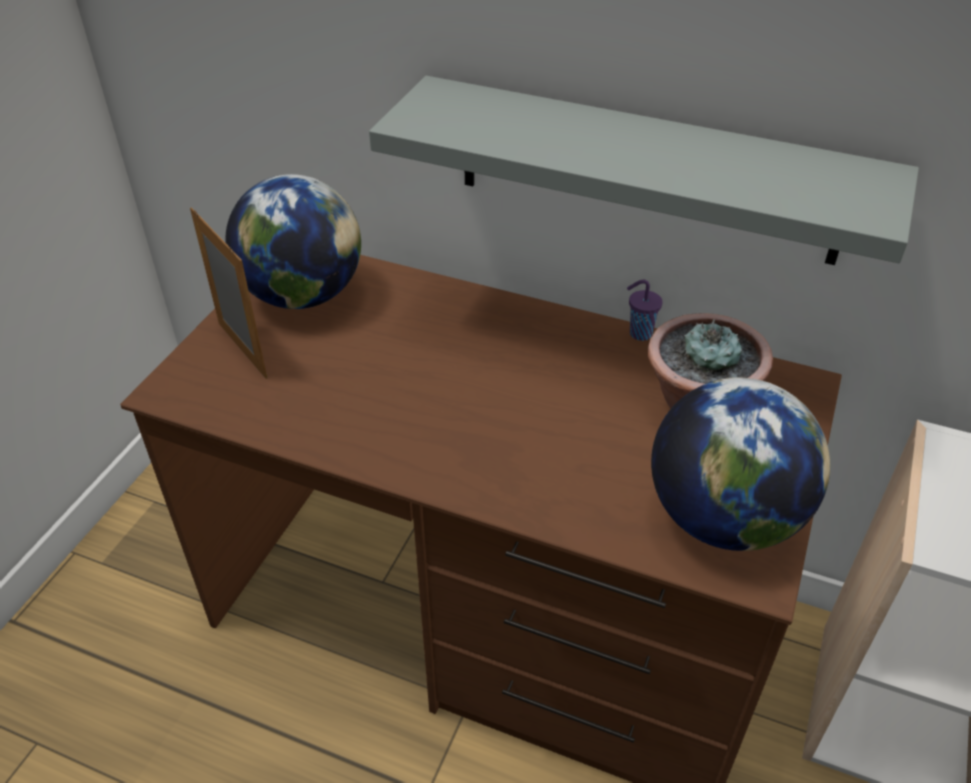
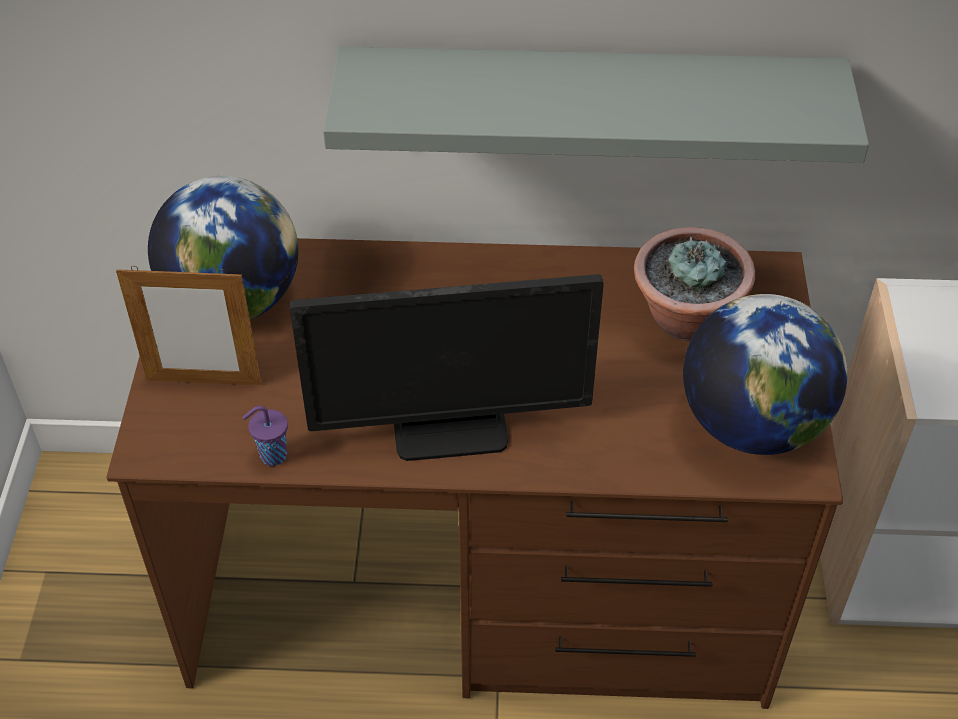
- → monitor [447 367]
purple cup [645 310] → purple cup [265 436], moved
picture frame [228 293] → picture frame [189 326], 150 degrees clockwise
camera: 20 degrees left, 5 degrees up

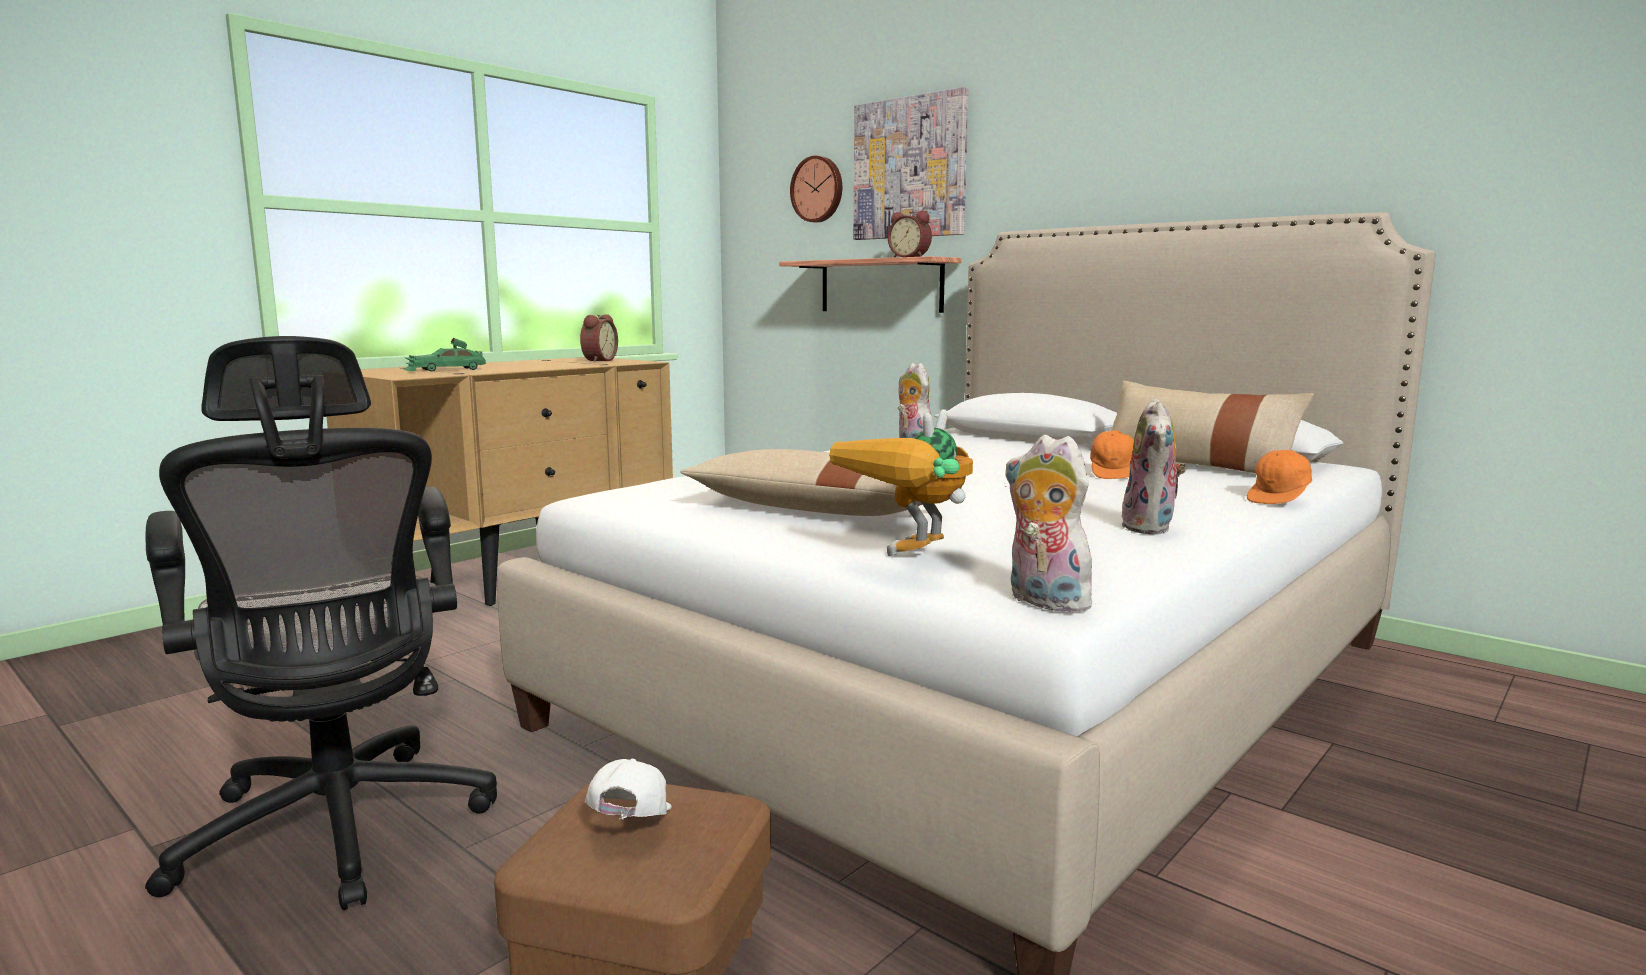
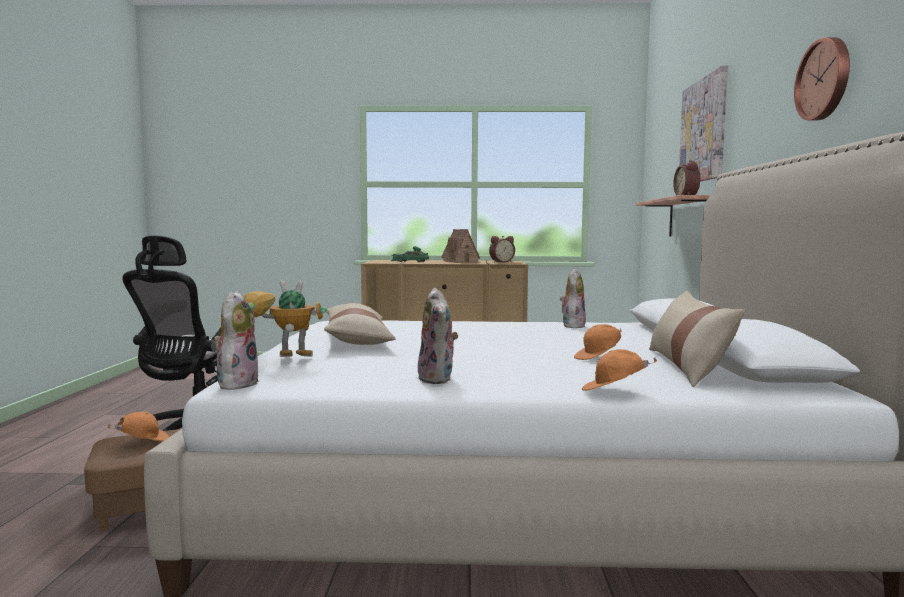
- → toy house [461 246]
wall clock [816 189] → wall clock [822 78], moved
white cap [628 789] → orange cap [138 426]
plush toy [1154 466] → plush toy [438 336], 75 degrees counterclockwise
camera: 50 degrees right, 5 degrees down

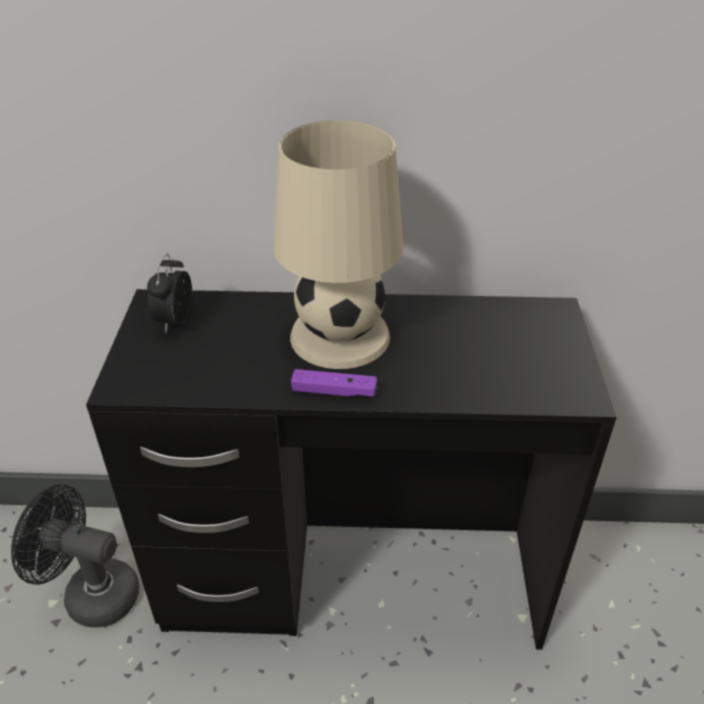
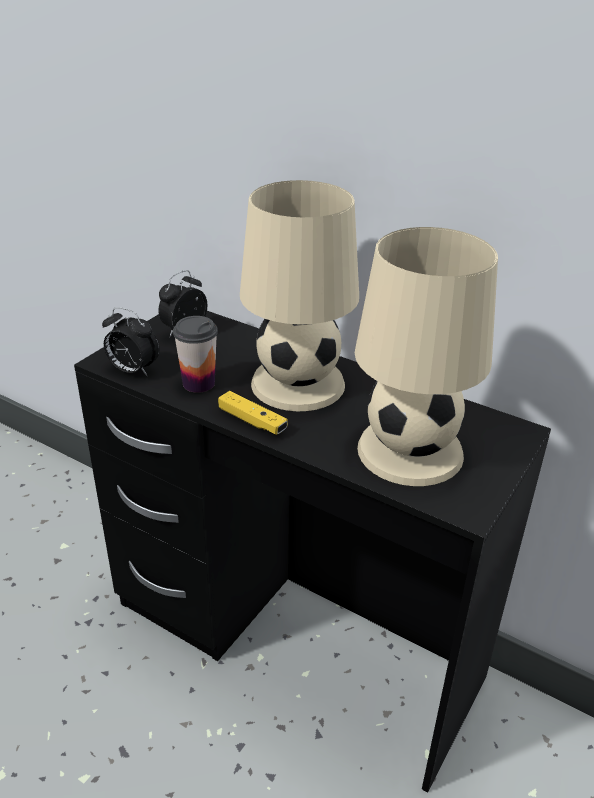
black fan [75 556] → -
- → alarm clock [130 341]
- → cup [195 354]
- → beige table lamp [426 356]
purple game controller [334 383] → yellow game controller [253 413]
camera: 30 degrees right, 5 degrees down

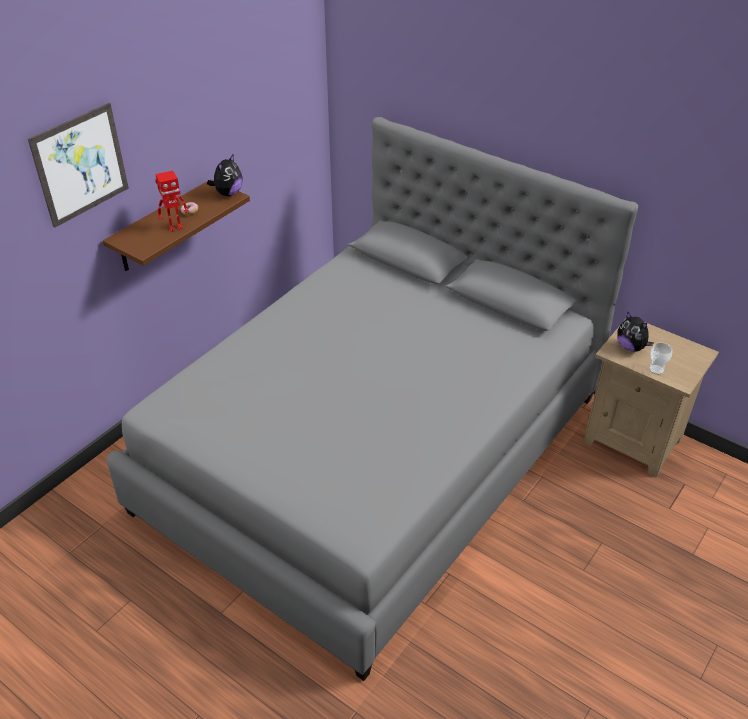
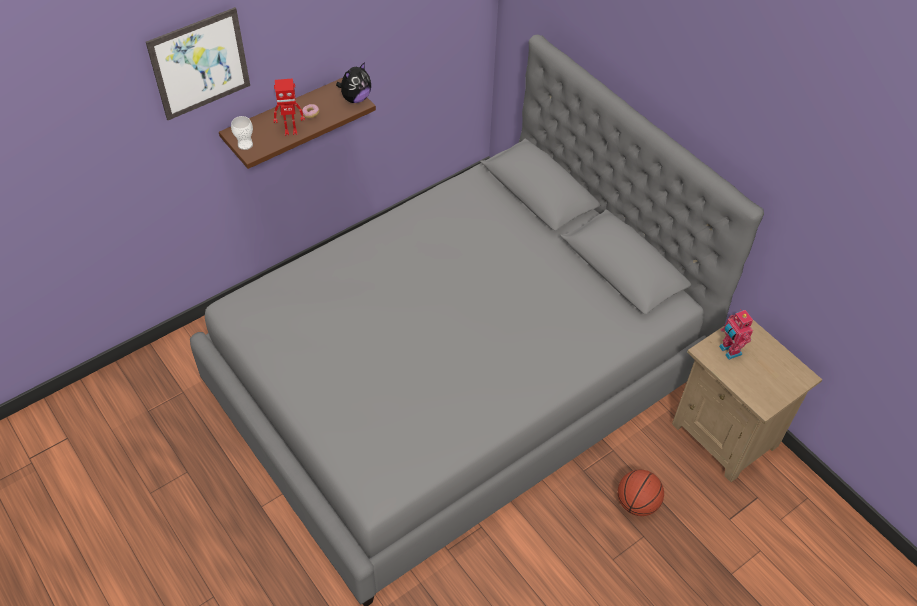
- → basketball [641 492]
cup [660 359] → cup [242 133], moved
plush toy [636 331] → toy robot [736 334]
camera: 15 degrees right, 10 degrees up

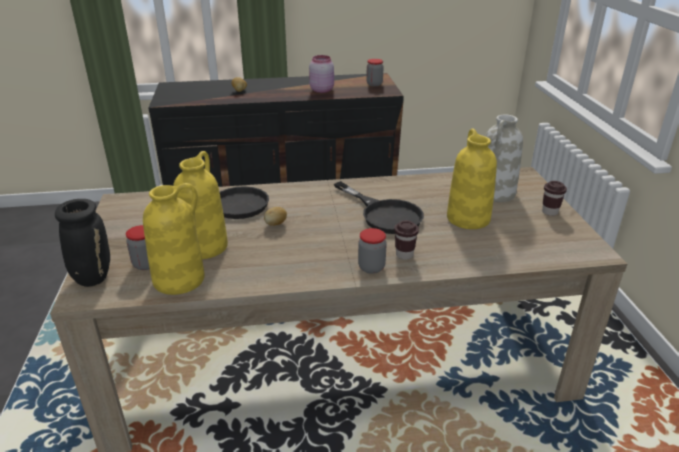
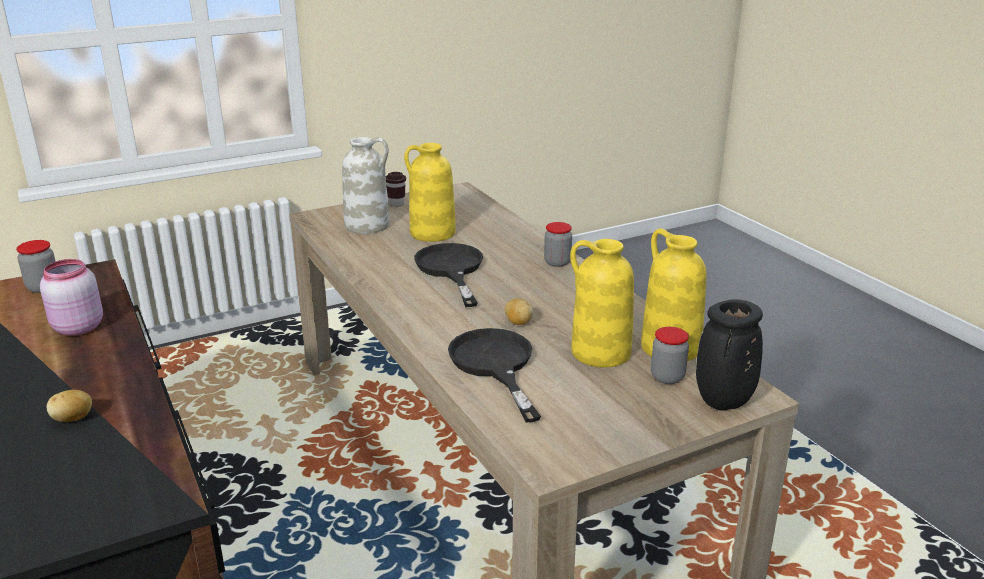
brown cup [406 240] → -
black frying pan [379 207] → black frying pan [448 275], 45 degrees counterclockwise
camera: 110 degrees left, 5 degrees down

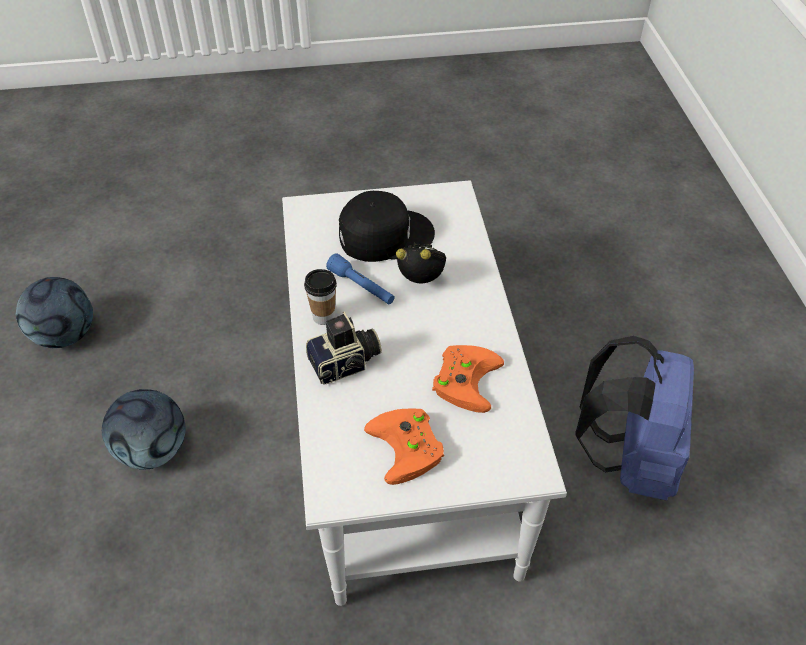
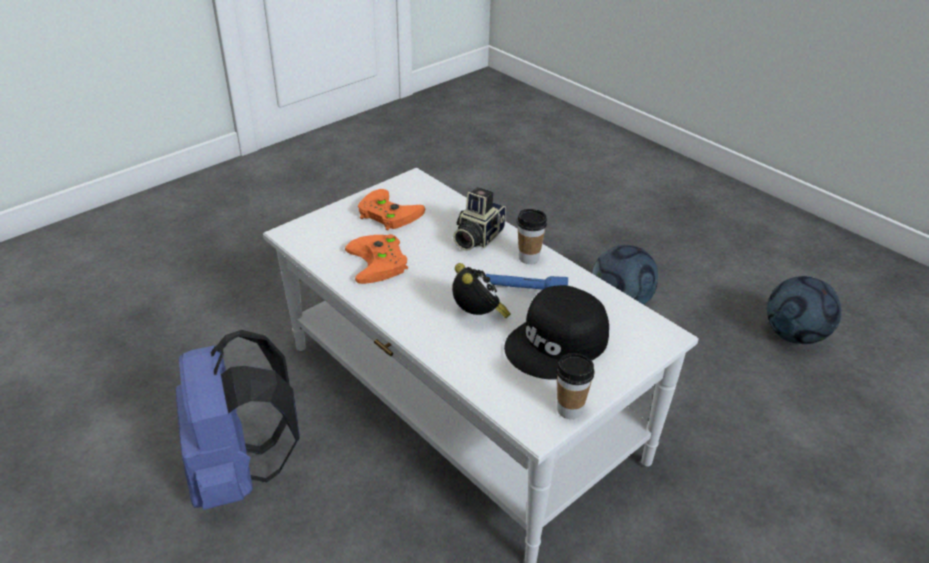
- → cup [576 386]
alarm clock [421 263] → alarm clock [481 290], 90 degrees counterclockwise
camera: 145 degrees right, 10 degrees down

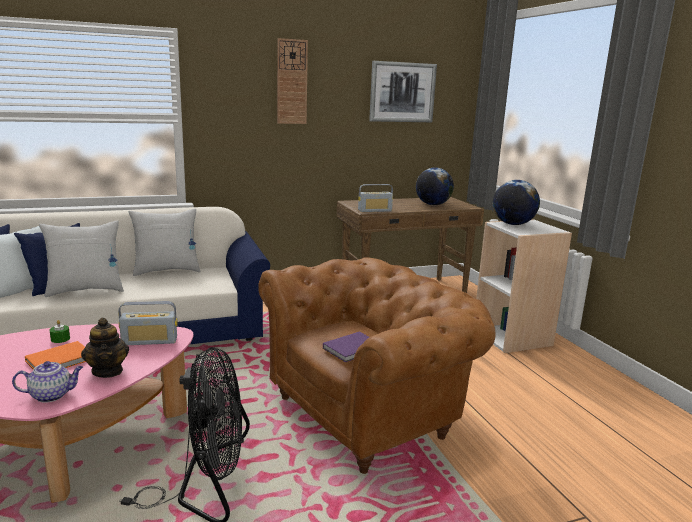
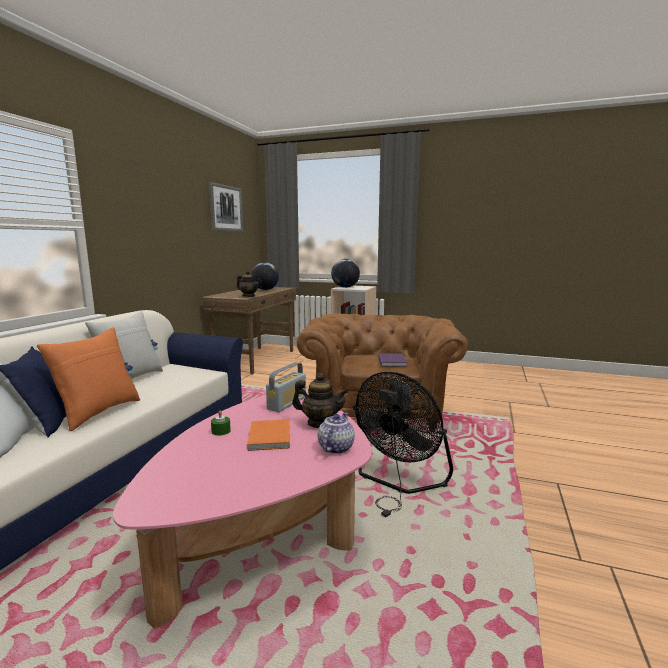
wall clock [292 81] → -
radio [375 198] → teapot [248 284]
grey pillow [81 259] → orange pillow [88 379]
camera: 50 degrees left, 5 degrees down

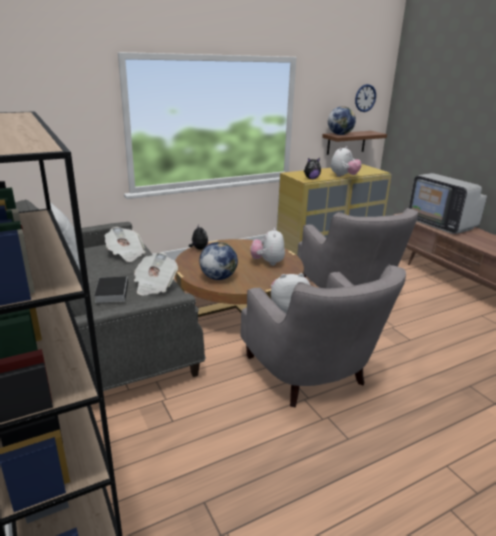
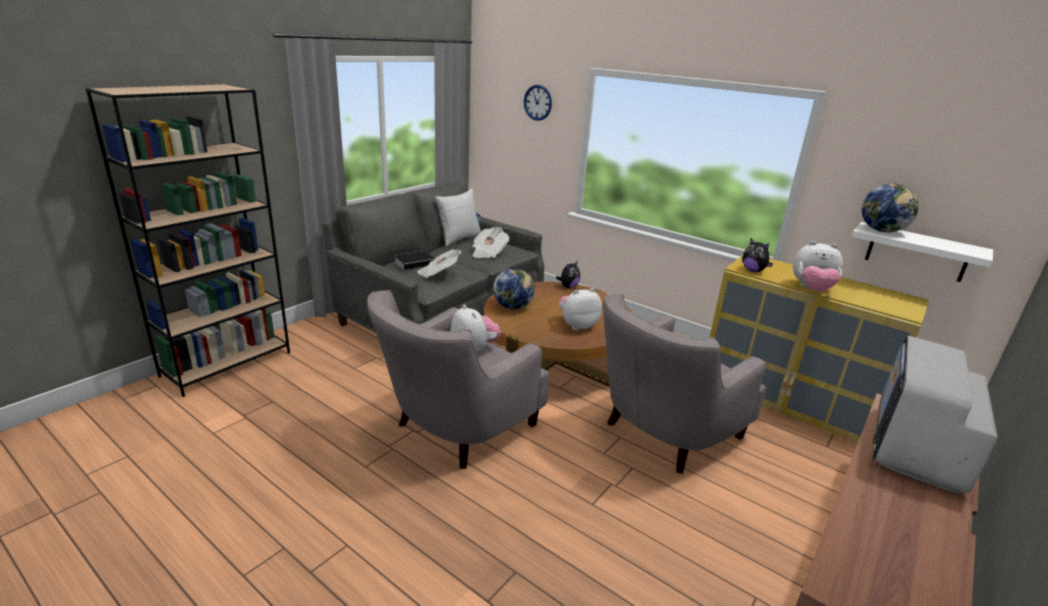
wall clock [365 98] → wall clock [538 103], moved
brown shelf [354 143] → white shelf [922 252]
camera: 65 degrees right, 0 degrees up

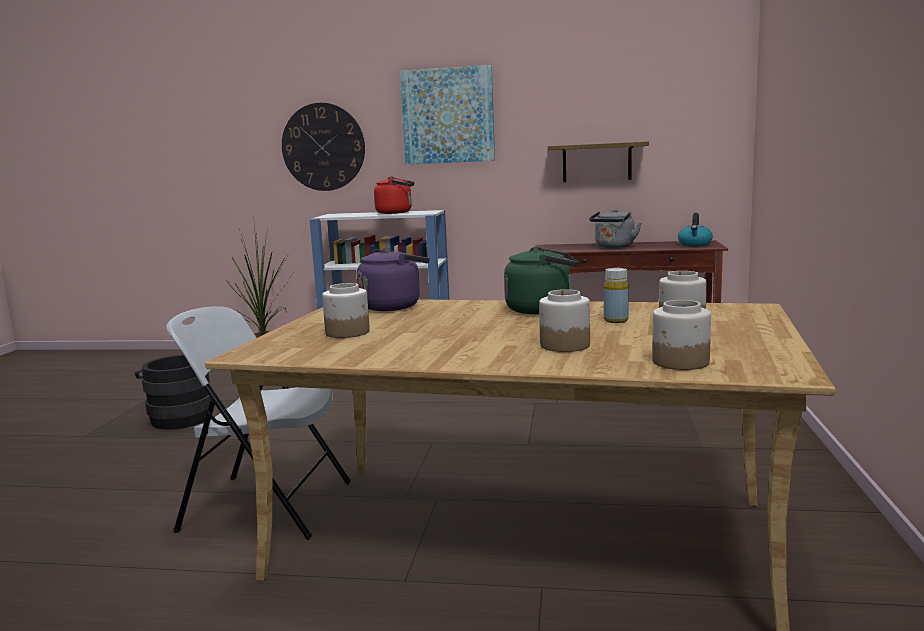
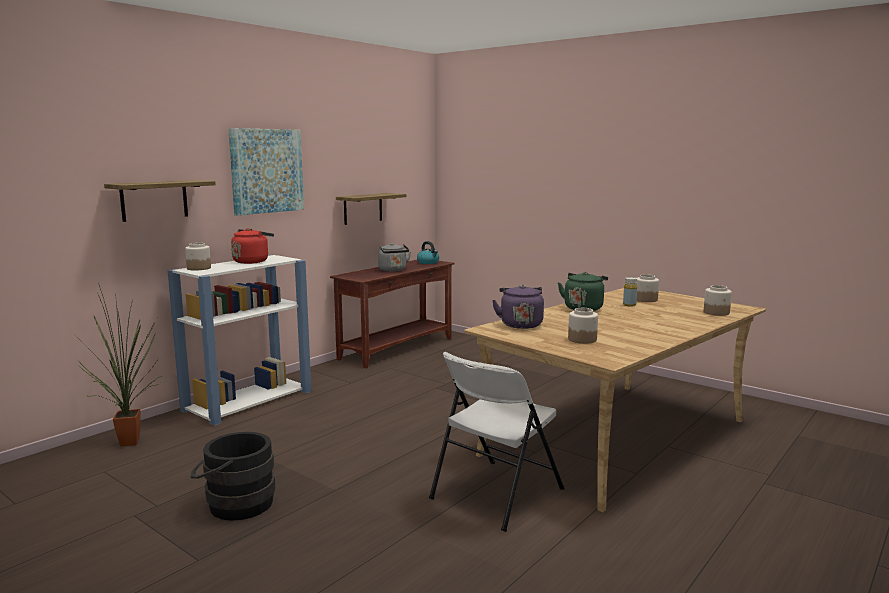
jar [564 320] → jar [198 256], moved
wall clock [323 147] → shelf [160 201]
camera: 60 degrees left, 0 degrees up

